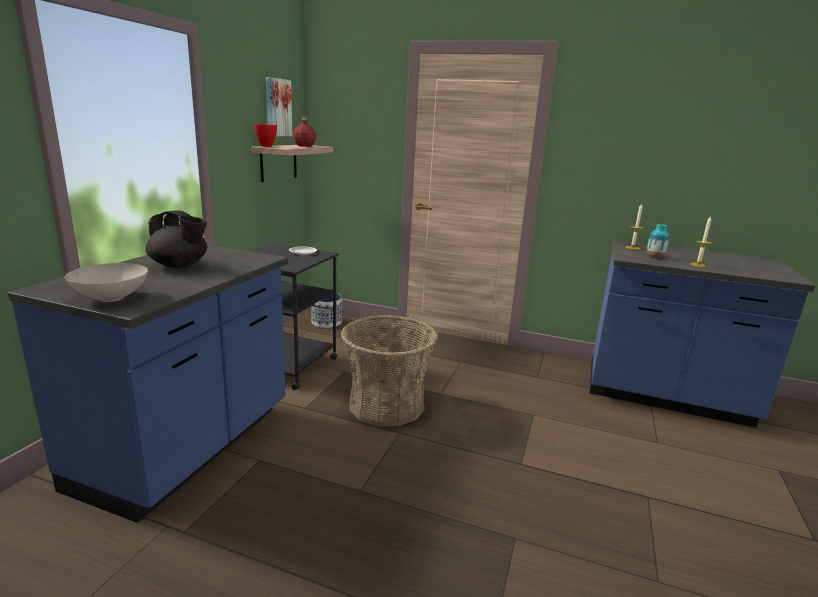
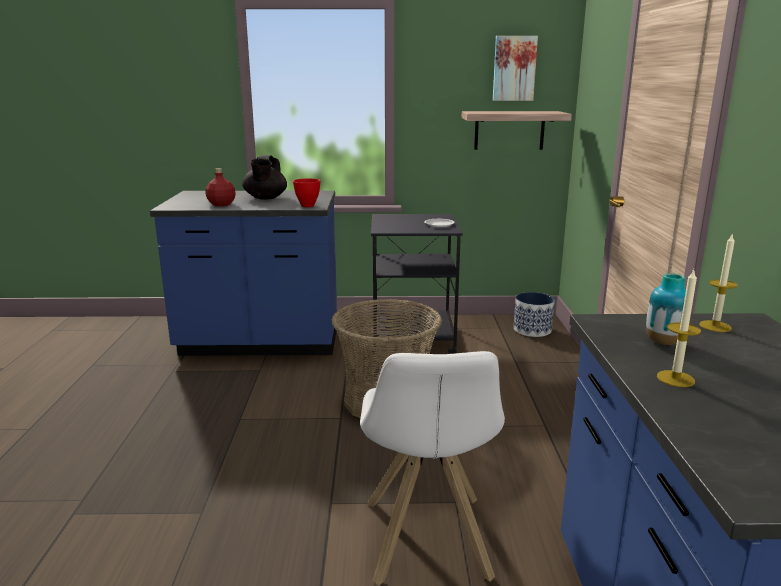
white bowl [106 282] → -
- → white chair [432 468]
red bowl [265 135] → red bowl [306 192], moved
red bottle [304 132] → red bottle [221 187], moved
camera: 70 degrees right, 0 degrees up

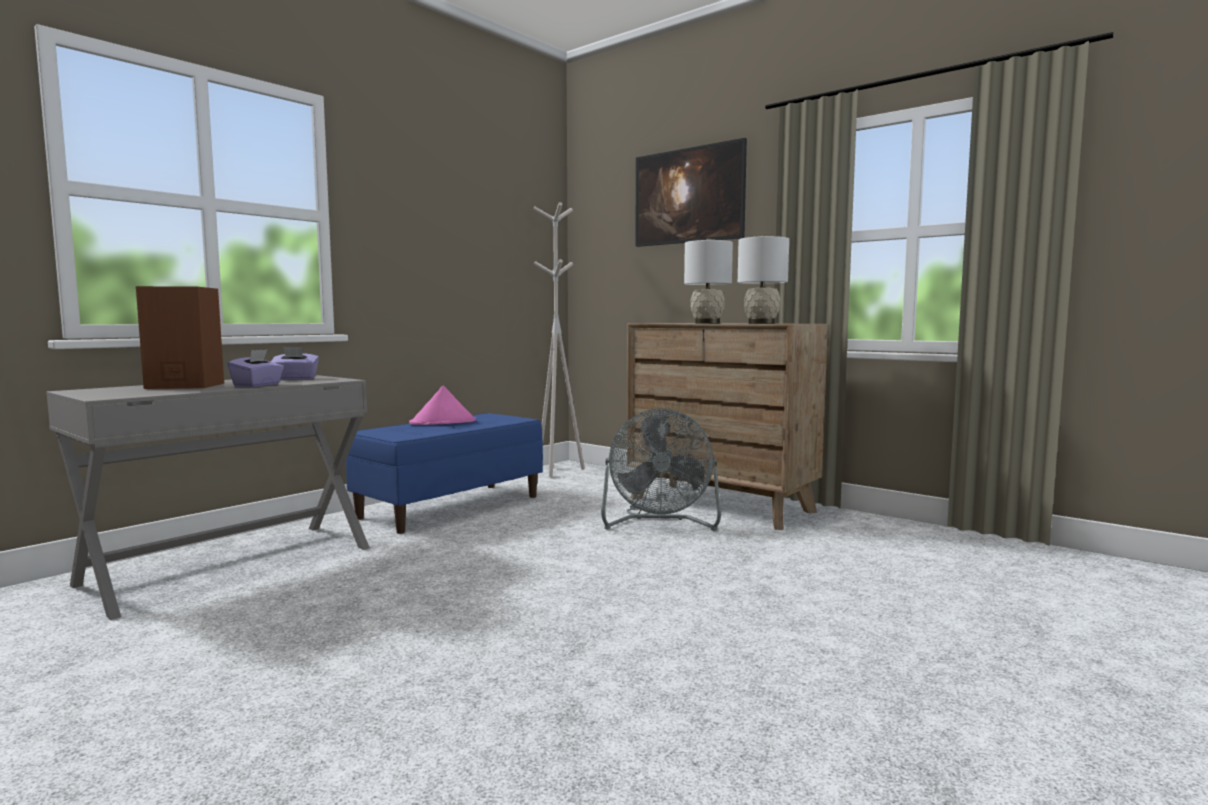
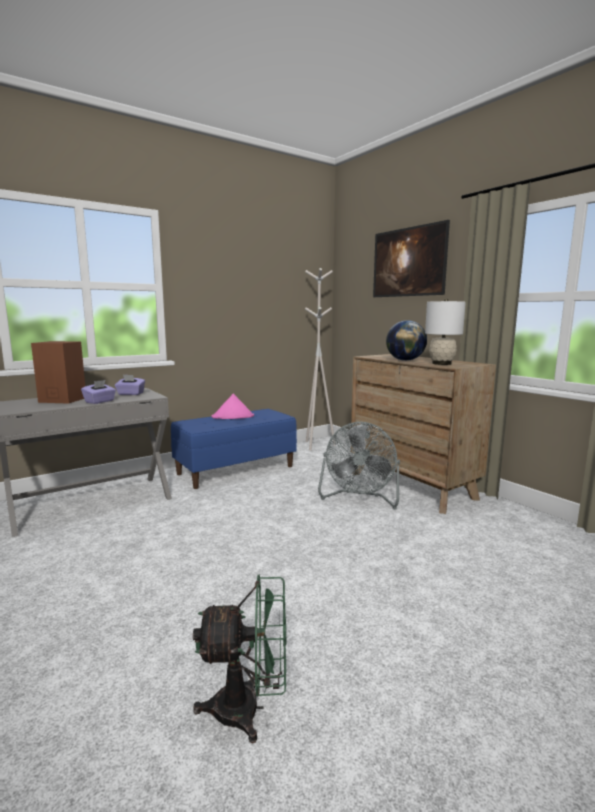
- → green fan [239 659]
white table lamp [708 280] → globe [406 340]
camera: 15 degrees right, 5 degrees up

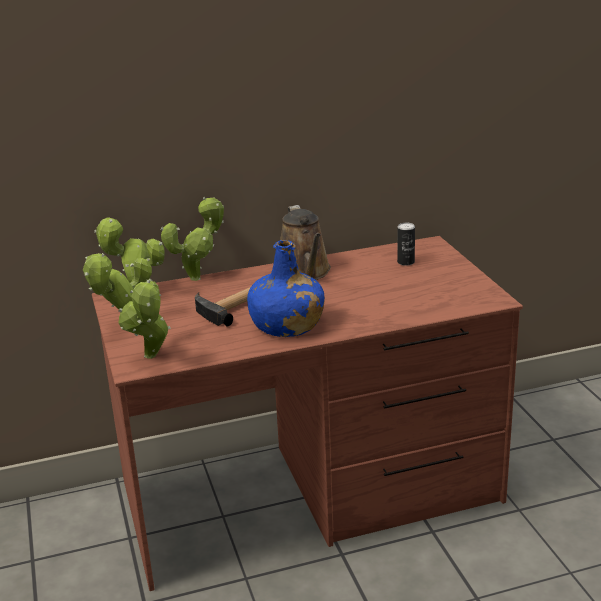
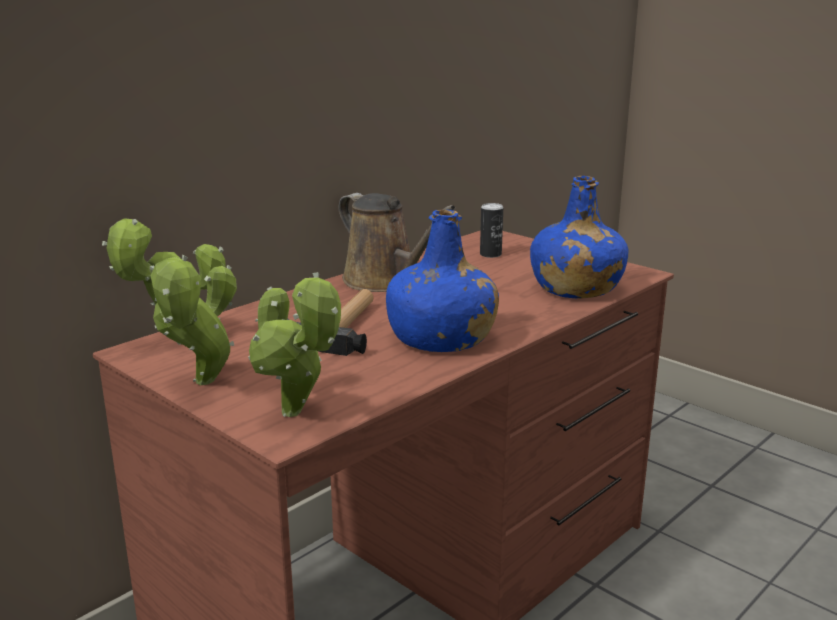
potted plant [192 238] → -
- → blue bottle [579 237]
camera: 30 degrees left, 5 degrees down

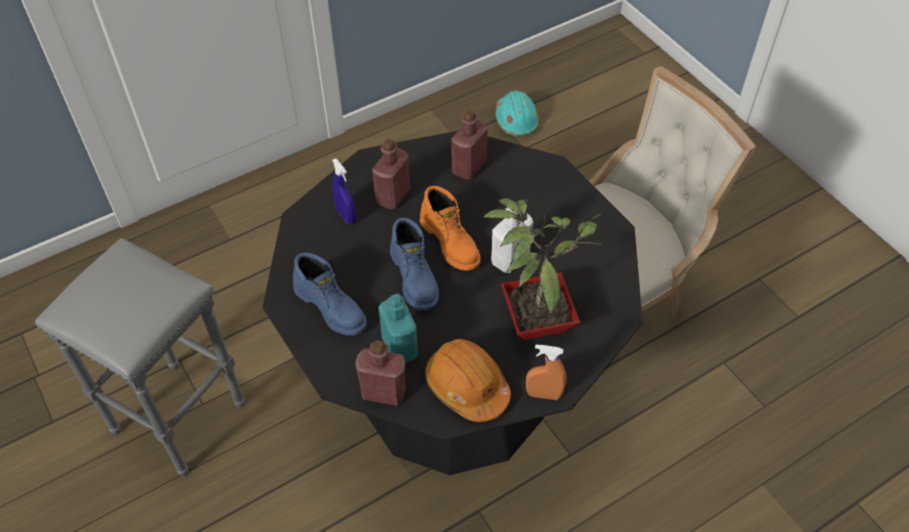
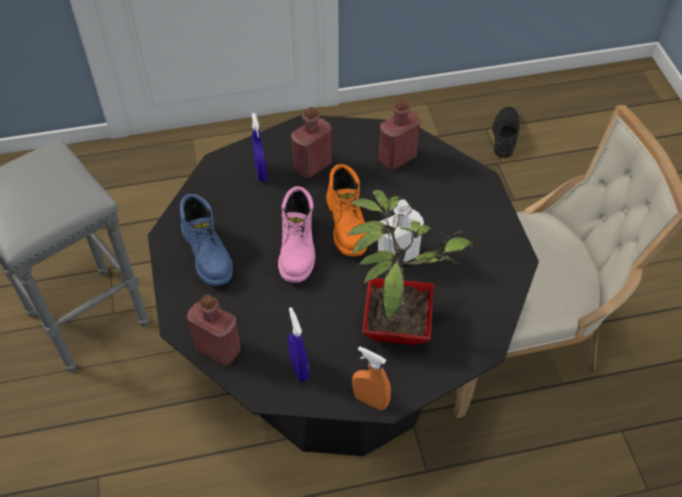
turquoise bottle [398 328] → -
orange hard hat [468 380] → blue spray bottle [298 344]
turquoise hard hat [517 113] → black shoe [506 132]
blue boot [414 264] → pink boot [296 234]
camera: 20 degrees right, 0 degrees up

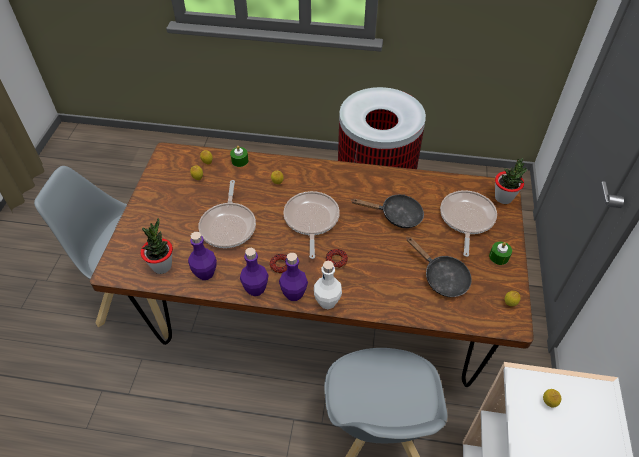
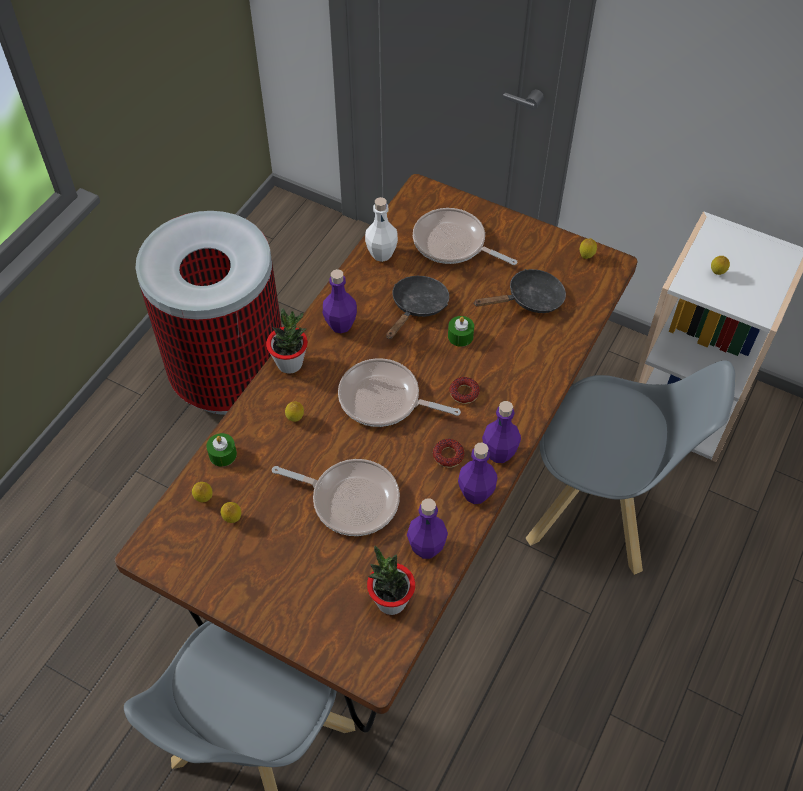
- → purple bottle [340 301]
white bottle [328 285] → white bottle [381 229], moved
green candle [500 253] → green candle [461 331], moved
potted plant [511 181] → potted plant [287 341], moved
camera: 70 degrees left, 5 degrees up

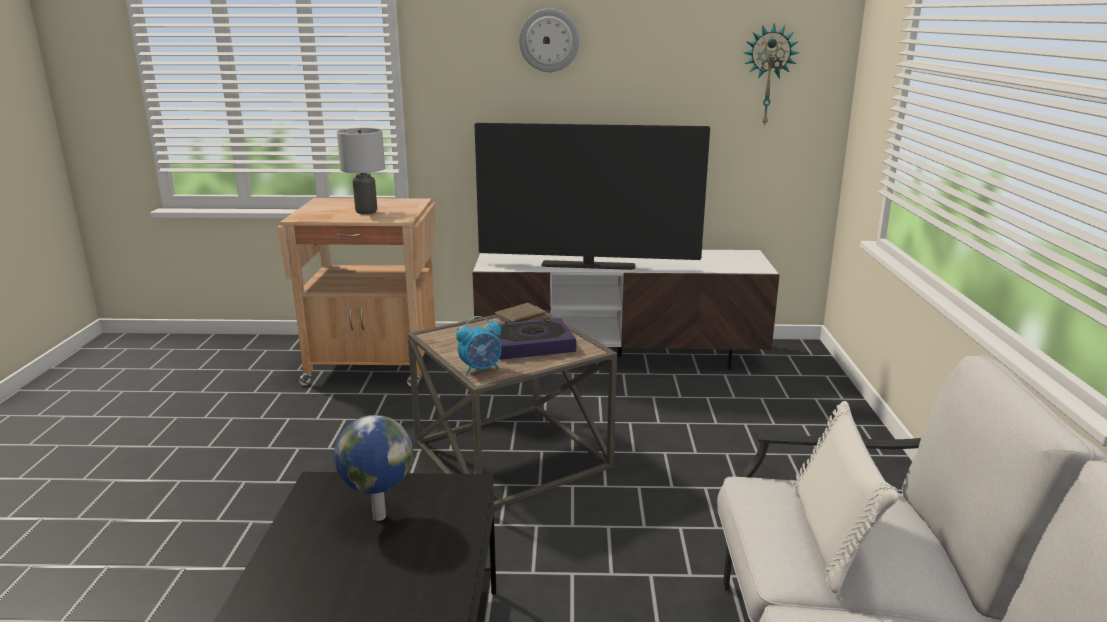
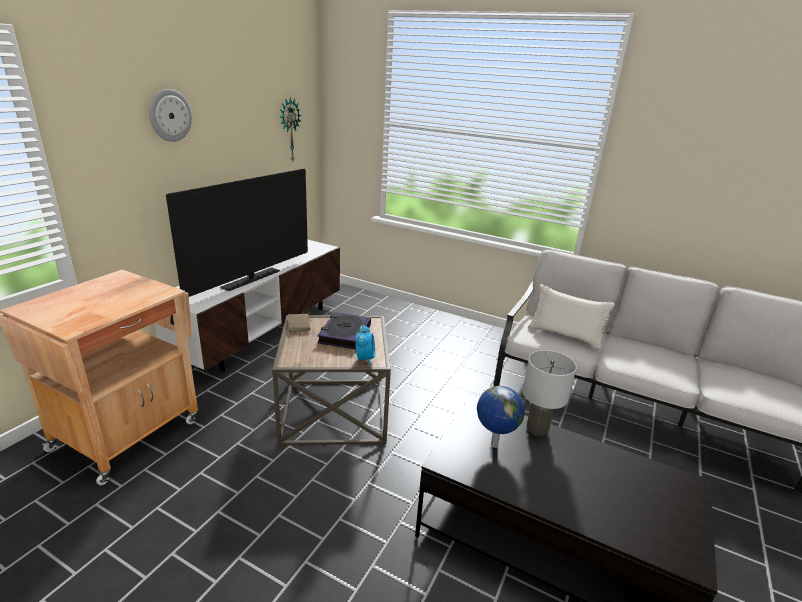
white table lamp [361 171] → white table lamp [549 393], moved
camera: 65 degrees left, 5 degrees up

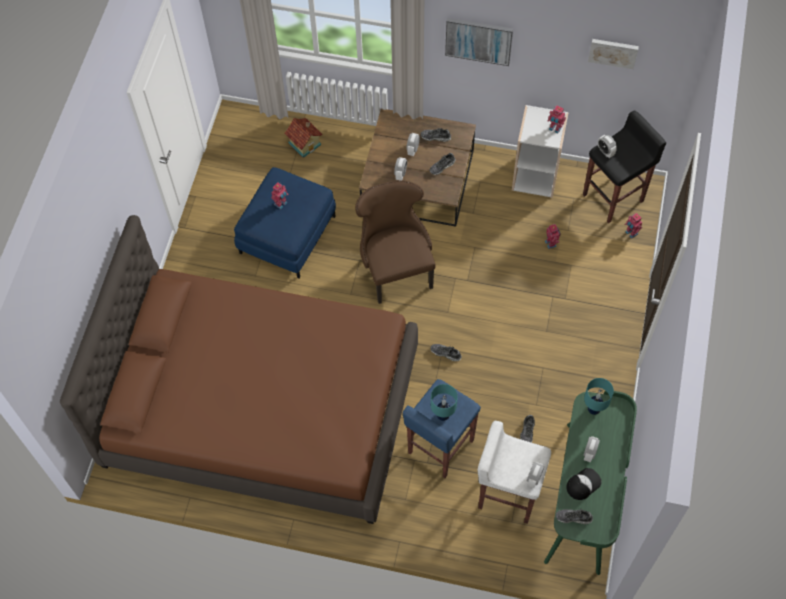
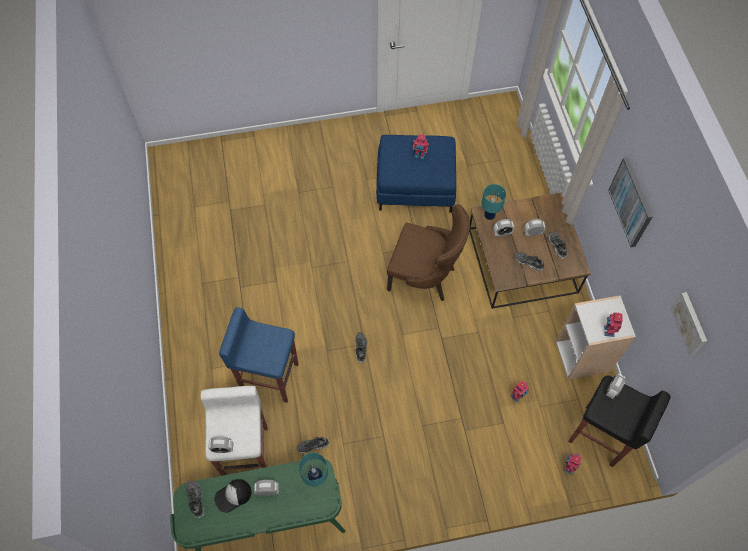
brown bed [239 369] → -
toy house [303 138] → -
turquoise table lamp [444 402] → turquoise table lamp [493 202], moved
brown chair [395 242] → brown chair [428 252], 60 degrees clockwise
cap [584 484] → cap [232 496], 120 degrees clockwise
camera: 65 degrees right, 0 degrees up

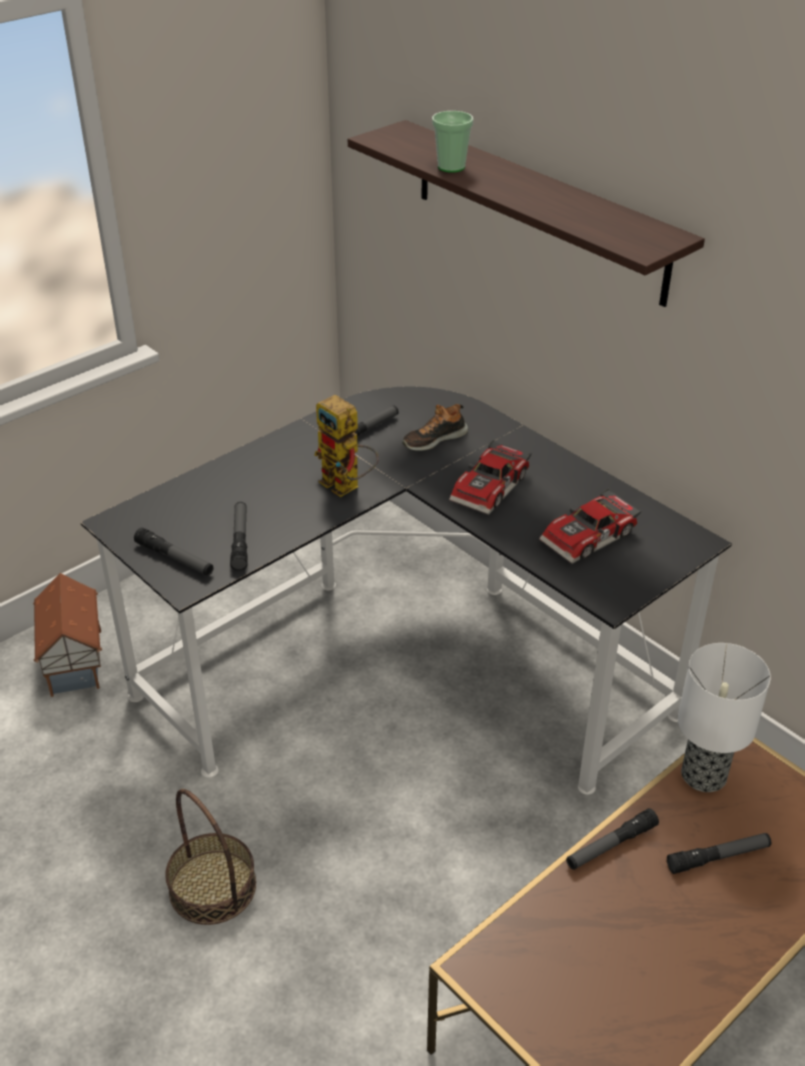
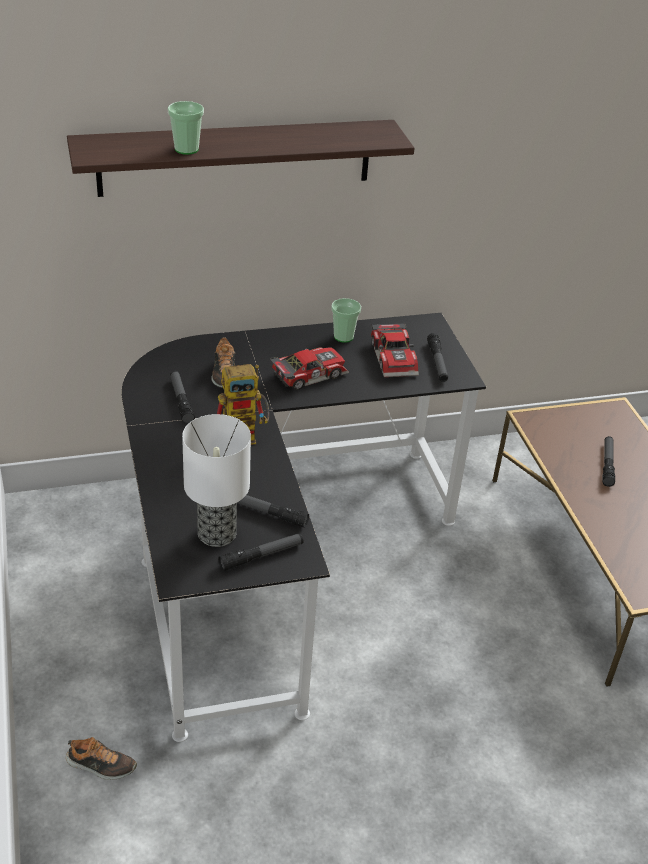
basket [210 857] → -
- → cup [346 320]
flashlight [612 839] → flashlight [437 357], moved
table lamp [724 717] → table lamp [216 480], moved
toy house [67 635] → shoe [101 758]
toy car [490 477] → toy car [309 368], 90 degrees counterclockwise
camera: 65 degrees left, 0 degrees up

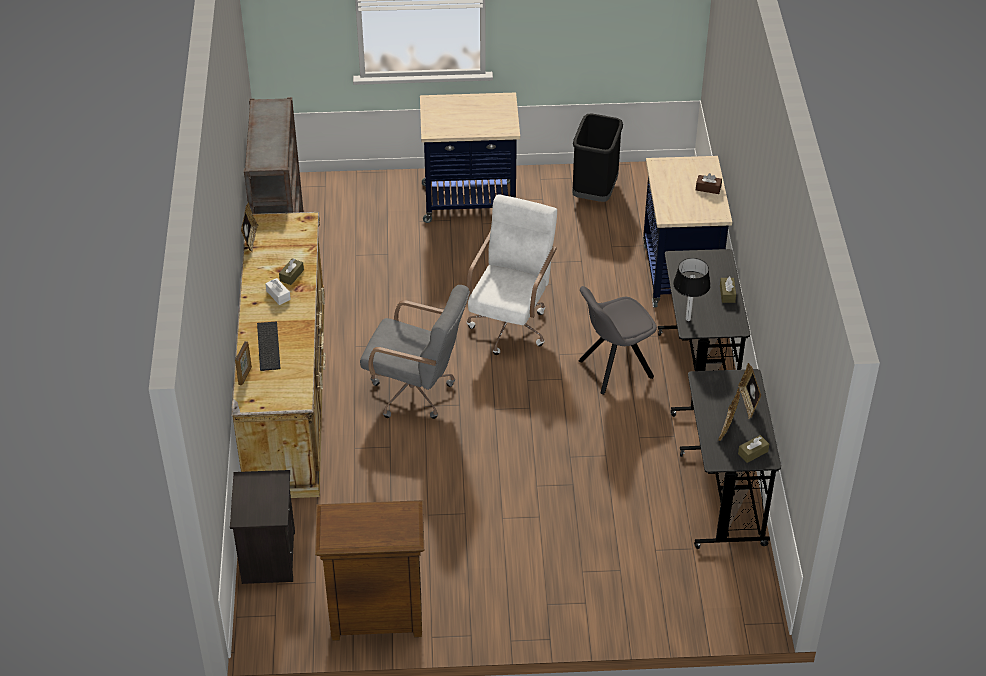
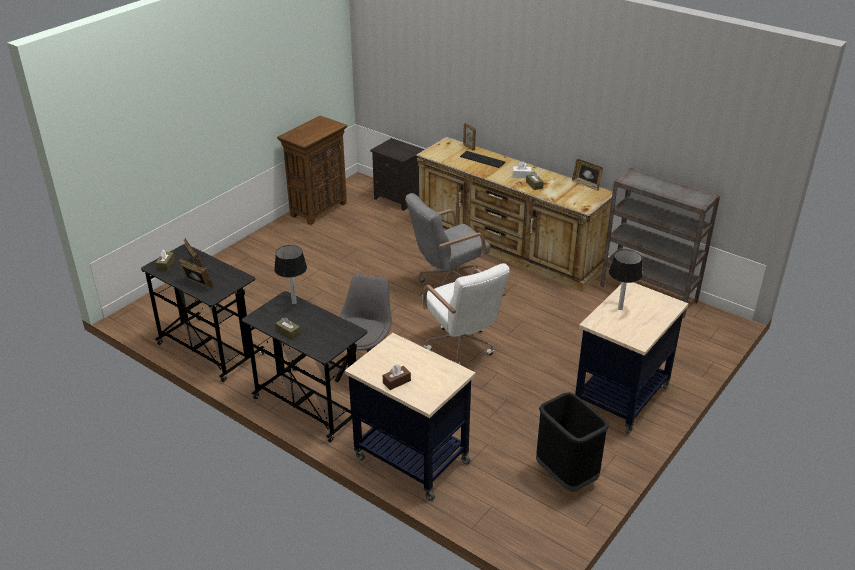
- → table lamp [626 279]
camera: 130 degrees right, 10 degrees down

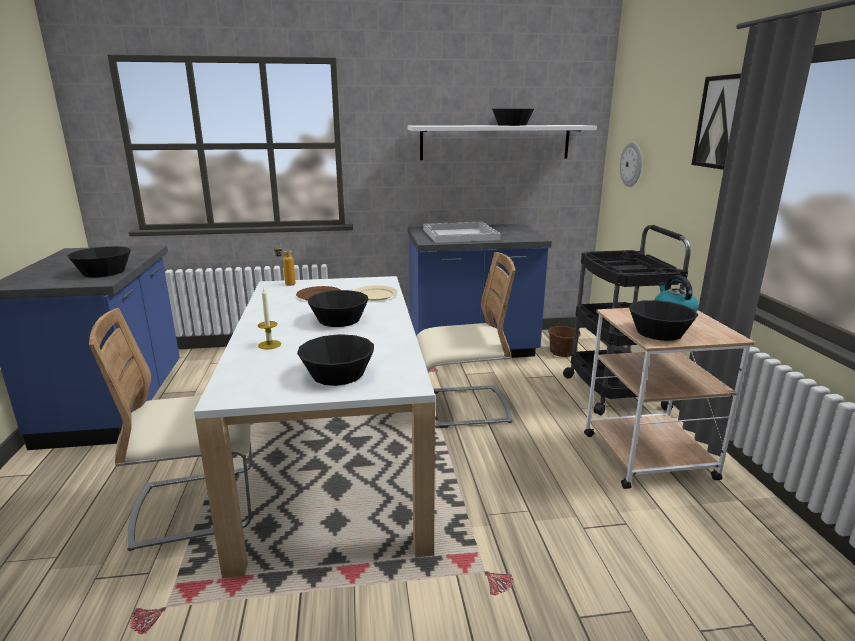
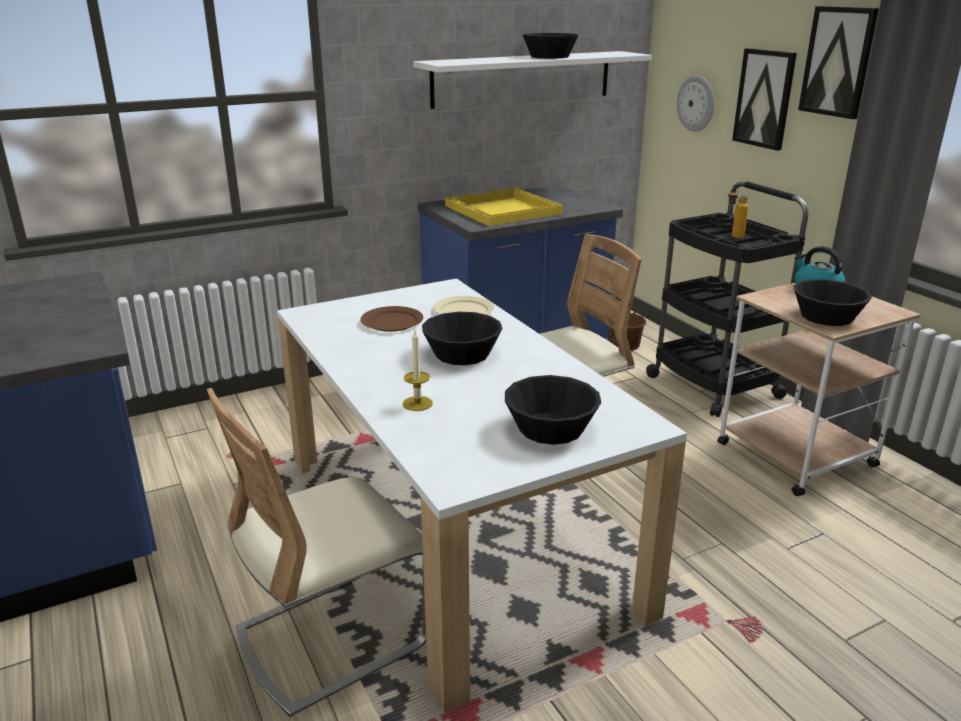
black bowl [99 261] → -
- → picture [764 99]
bottle [285 264] → bottle [738 213], moved
white tray [462 232] → yellow tray [504 207]
camera: 20 degrees left, 5 degrees up

